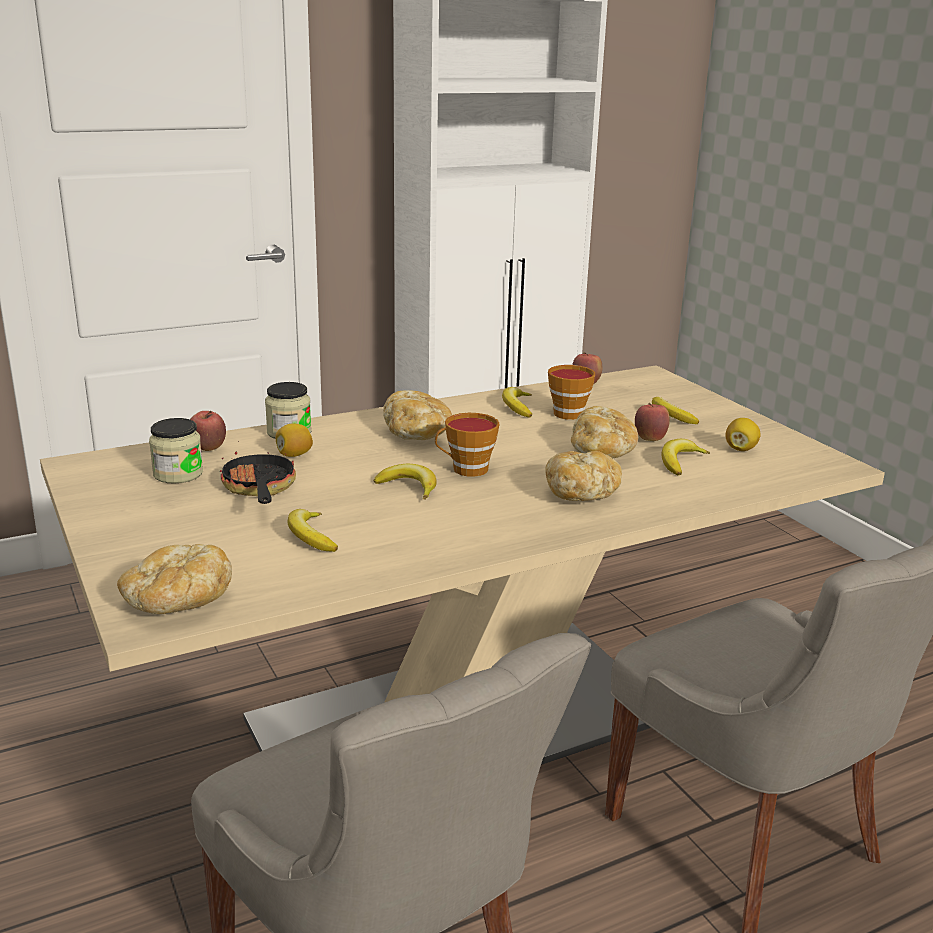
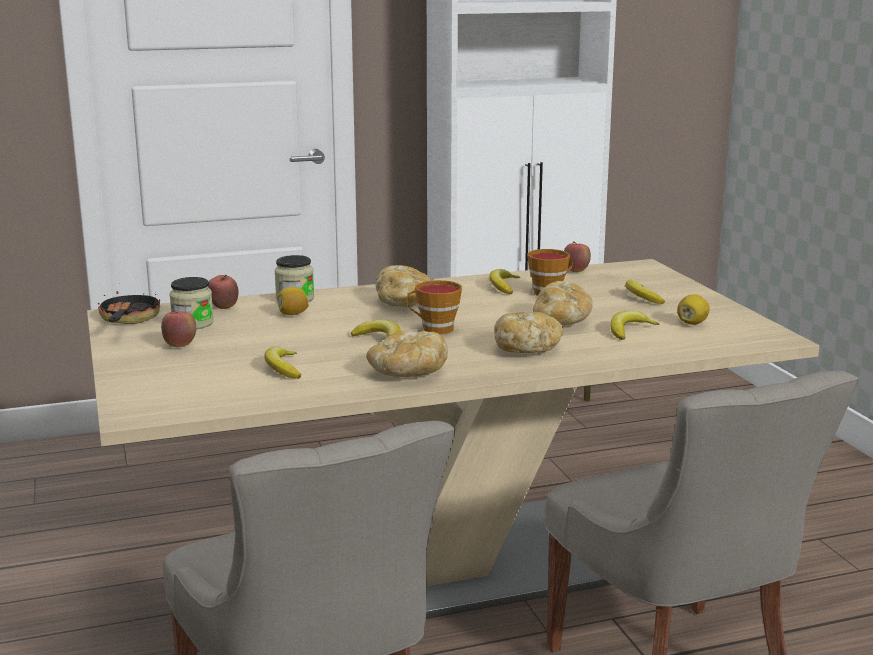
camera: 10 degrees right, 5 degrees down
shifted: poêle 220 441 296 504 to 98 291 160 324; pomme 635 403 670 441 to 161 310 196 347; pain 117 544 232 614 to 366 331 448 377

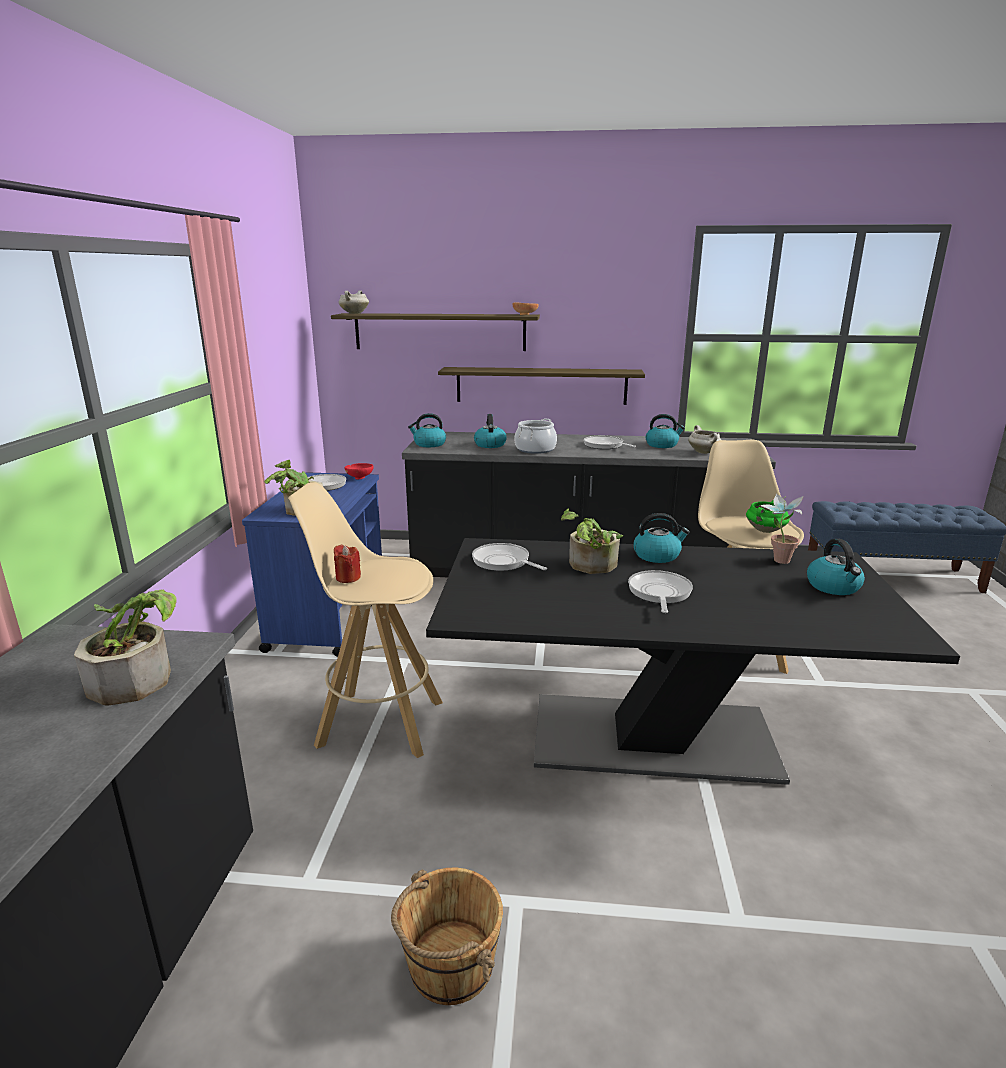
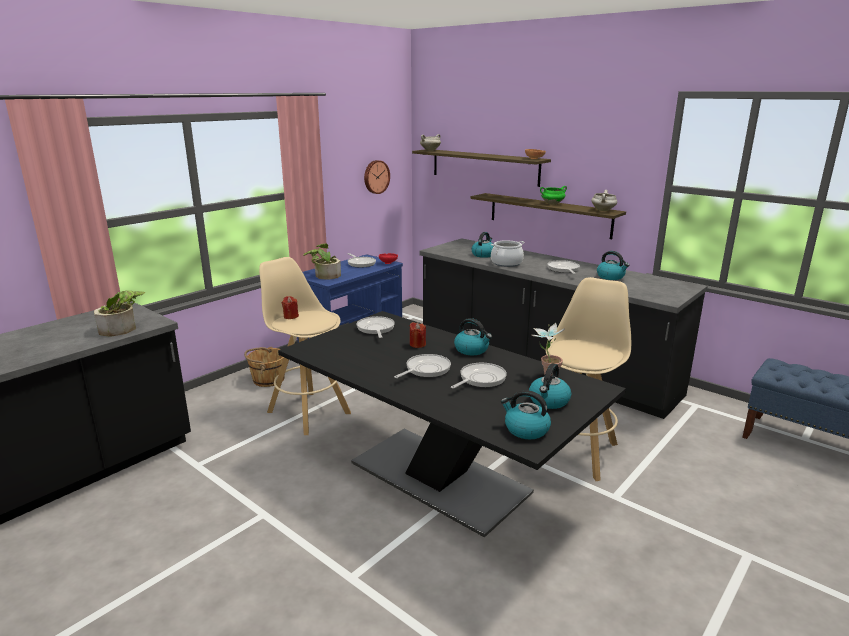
camera: 35 degrees right, 0 degrees up
new: horloge murale 364 160 390 194; poêle 451 363 507 389
shifted: seau [marron] 391 868 503 1005 to 244 347 285 387; bouilloire 408 413 446 447 to 501 390 551 439; marmite [vert] 746 499 789 533 to 540 186 567 205; marmite [blanc] 688 425 721 454 to 591 190 617 211
swapped: plante en pot 561 509 623 574 to bougie [rouge] 409 322 426 348

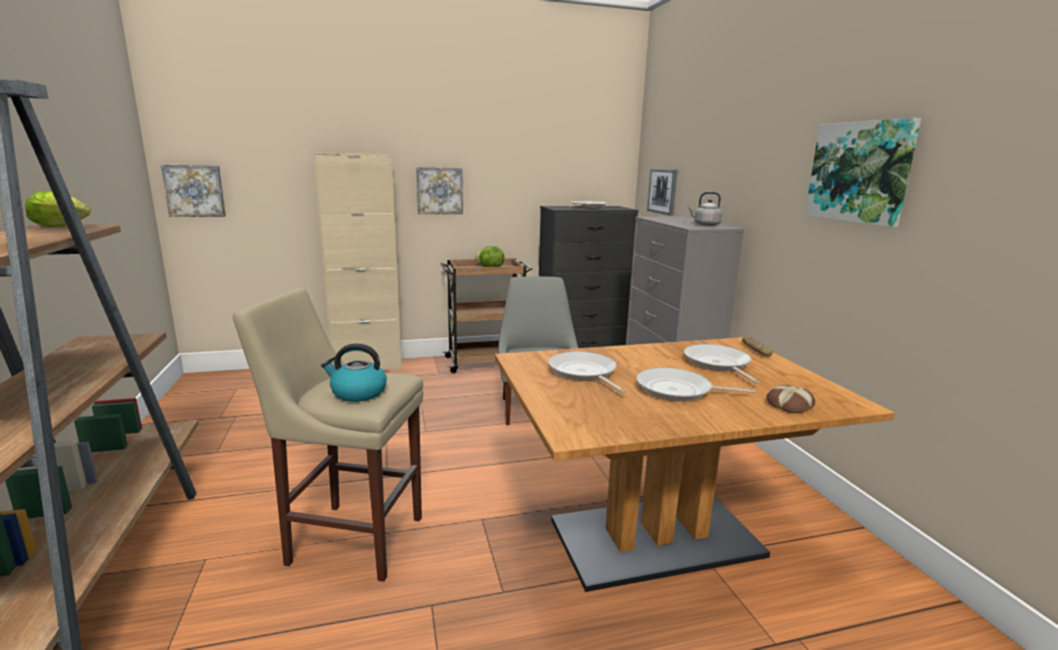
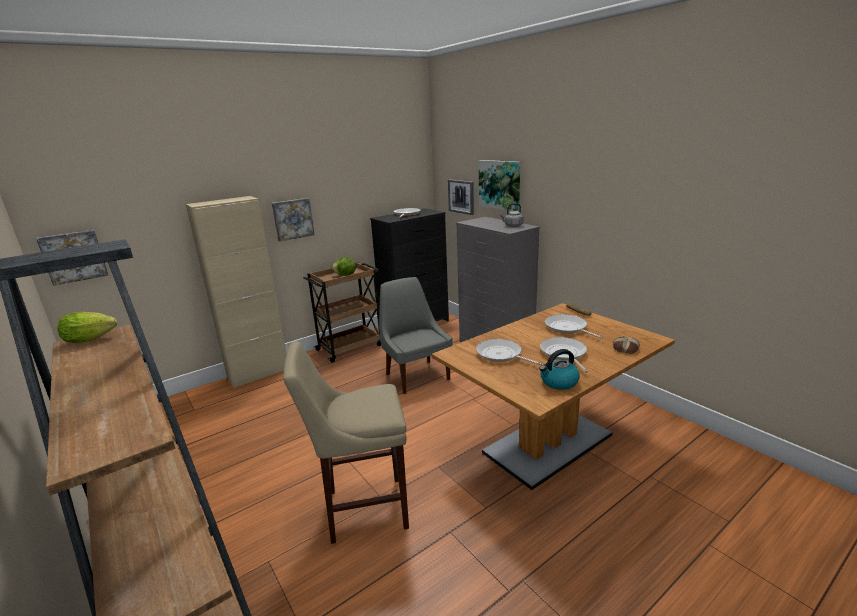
camera: 20 degrees left, 5 degrees up
shifted: tableau 805 118 921 227 to 479 160 520 211; bouilloire 321 344 387 402 to 539 349 580 390
rotated: poêle 637 368 755 402 = 540 337 588 373 90 degrees clockwise

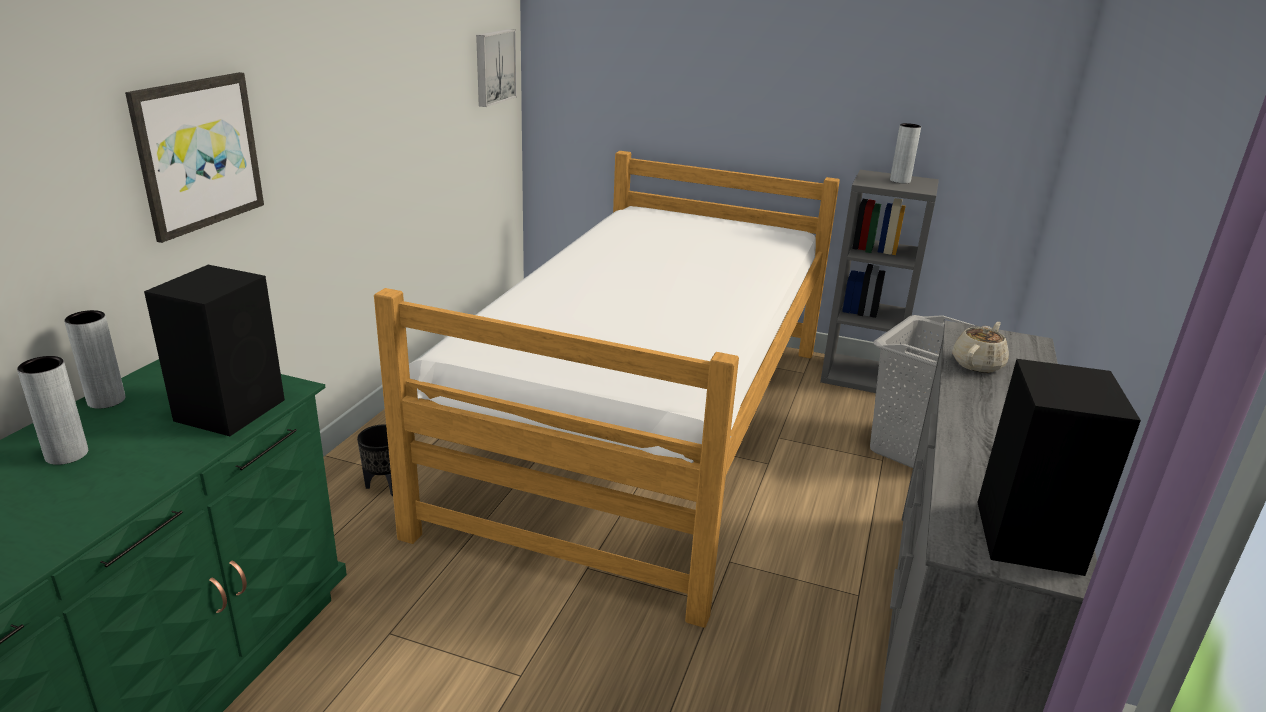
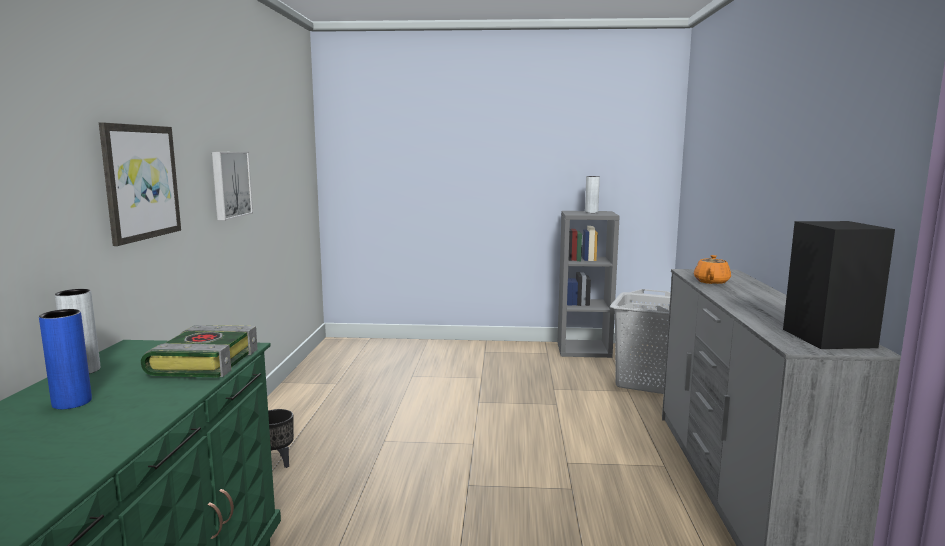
camera: 15 degrees left, 15 degrees down
gone: lit 374 151 840 628
shifted: tableau 476 29 517 107 to 212 152 253 220
swapped: enceinte [noir] 144 265 285 436 to livre 141 325 258 378
repainted: vase [gris] 17 356 88 465 to vase [bleu] 39 309 92 409; théière [beige] 952 322 1009 373 to théière [orange] 694 255 731 284

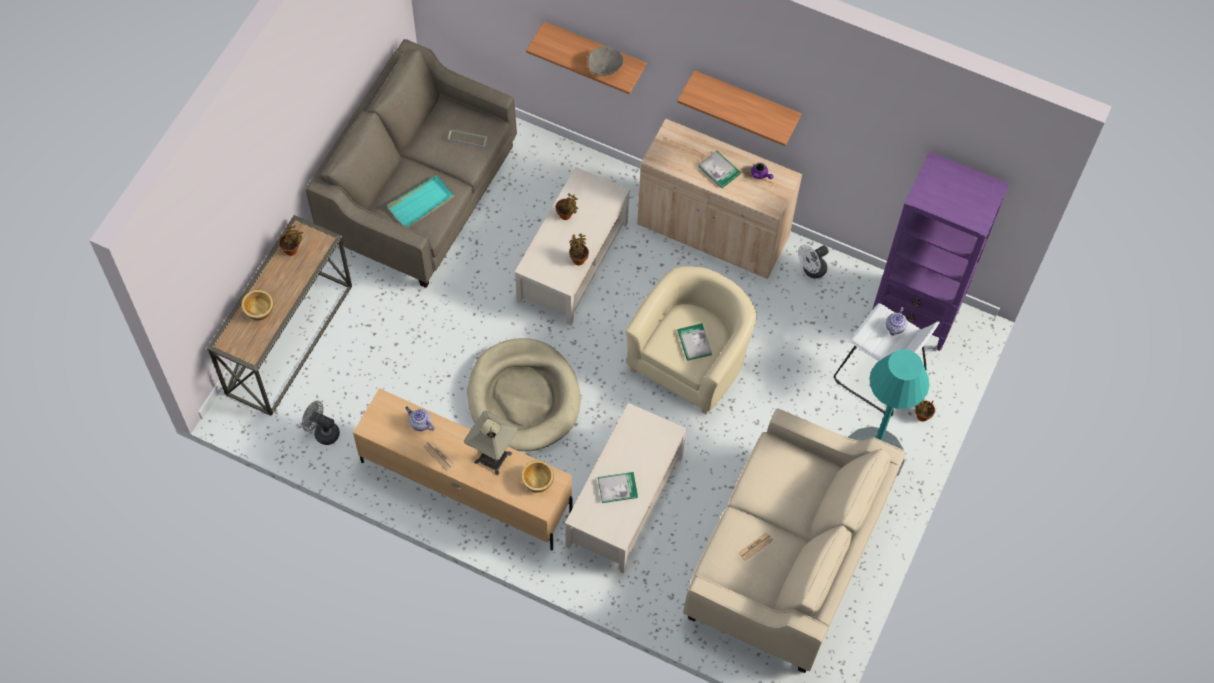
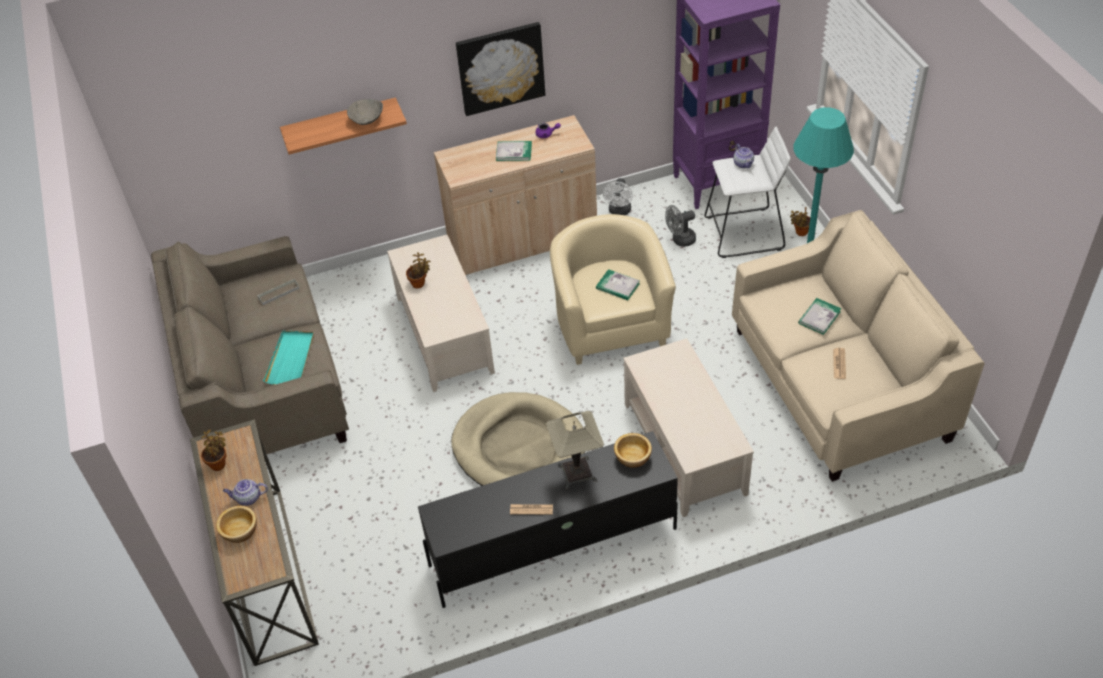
camera: 40 degrees left, 15 degrees down
gone: plante en pot 569 234 589 265
shifted: théière 405 407 434 431 to 223 479 268 506; ventilateur [gris] 302 401 340 445 to 665 205 696 247; livre 598 472 638 503 to 798 298 841 335
swapped: étagère 677 70 802 146 to tableau 456 22 546 116
repainted: meuble télé [beige] 353 388 572 551 to meuble télé [noir] 418 431 678 608

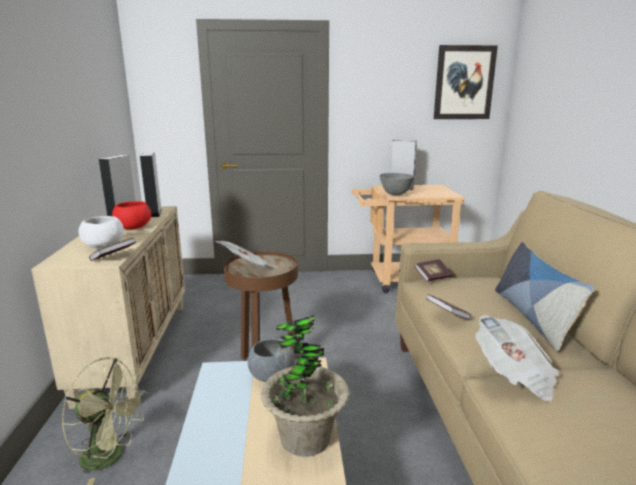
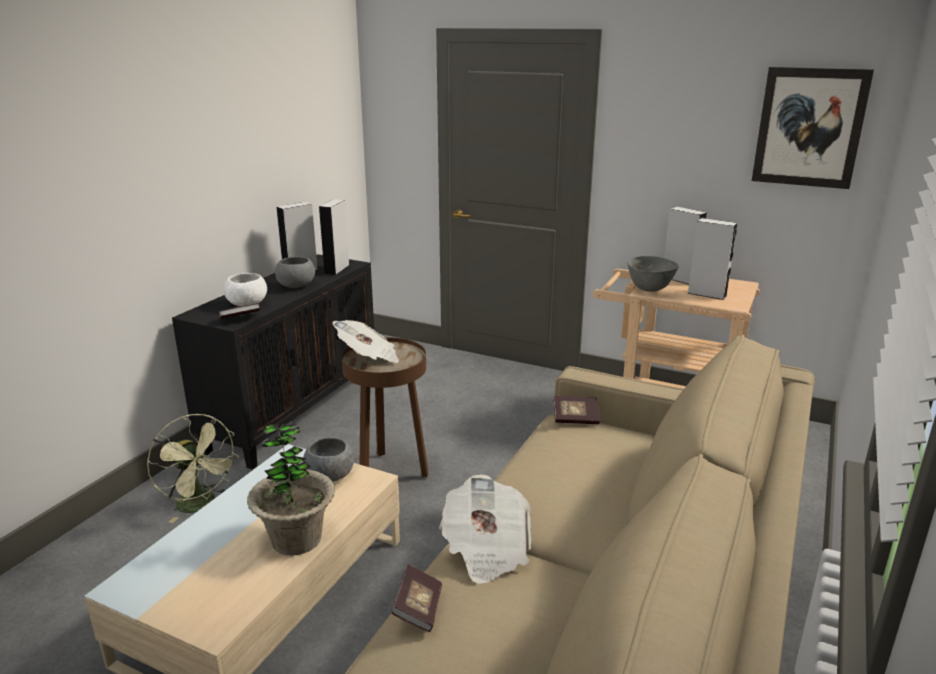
camera: 30 degrees right, 5 degrees up
gone: coussin 495 242 594 351
new: enceinte [gris] 687 218 737 300
shifted: livre 426 294 471 320 to 392 564 442 632
repainted: meuble de rangement [beige] 31 206 185 409 to meuble de rangement [noir] 172 254 374 469; bol [rouge] 112 201 151 229 to bol [gris] 275 257 315 288

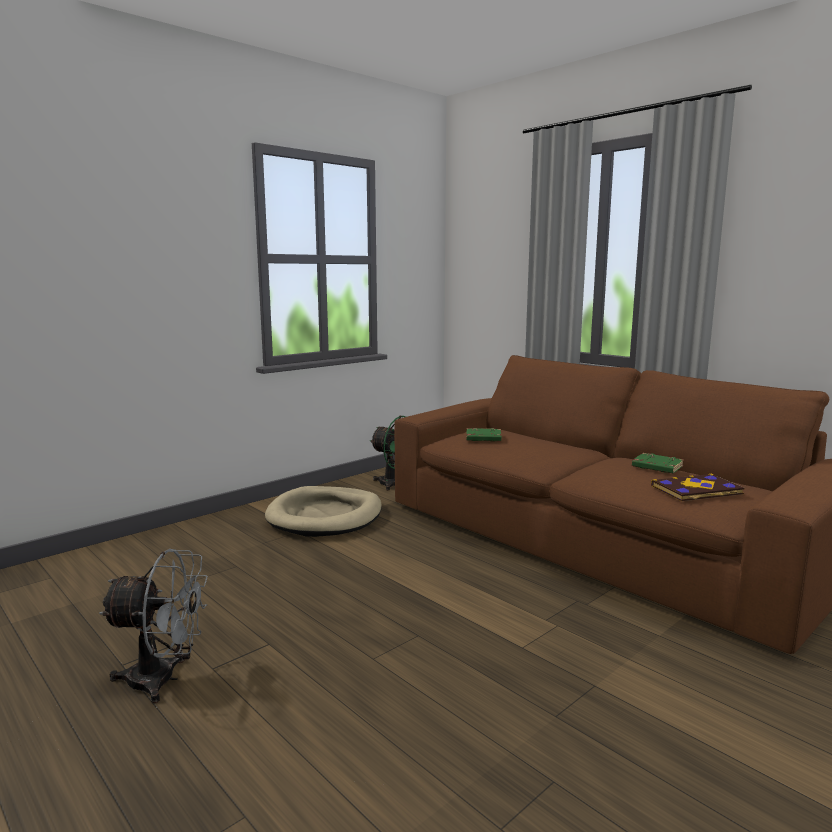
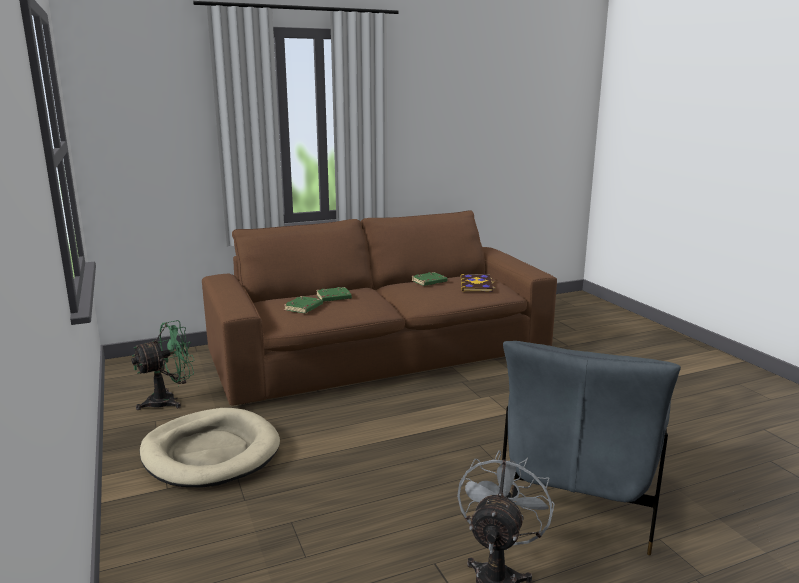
camera: 70 degrees left, 5 degrees up
new: livre [vert] 316 287 352 302; fauteuil [gris] 502 341 681 555

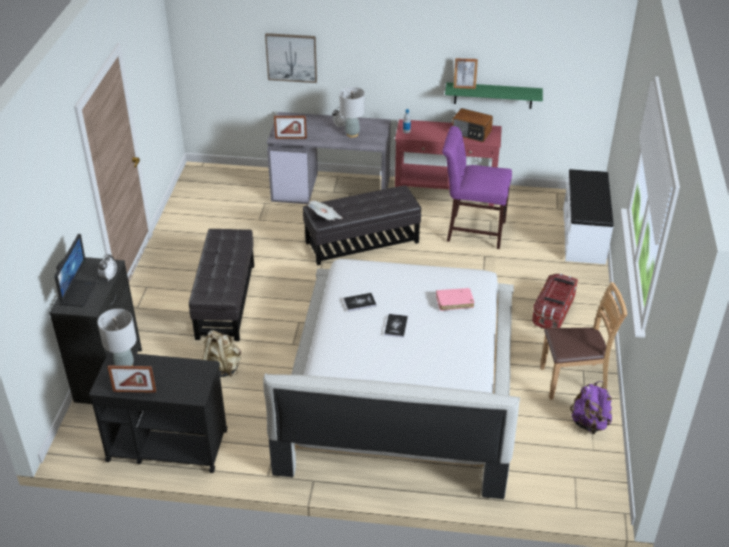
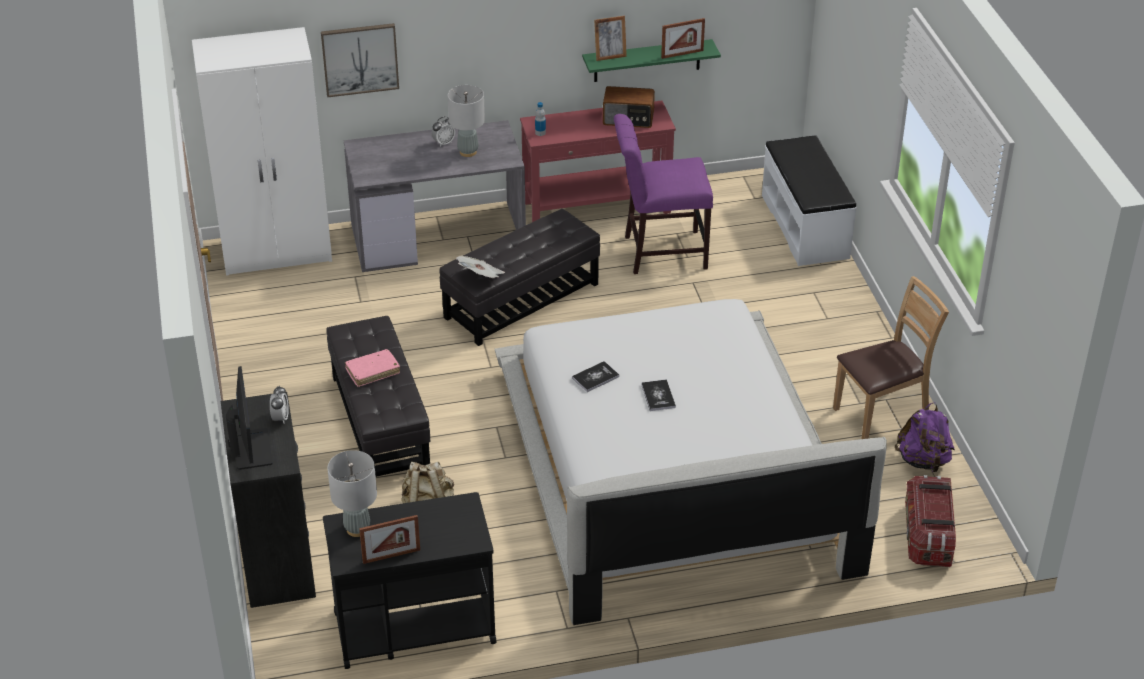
camera: 20 degrees left, 0 degrees up
new: armoire [blanc] 192 27 332 276
shifted: livre [rose] 436 288 475 311 to 345 349 400 387; cadre photo 274 116 307 139 to 661 18 705 59; boîte de rangement 532 274 578 329 to 905 475 956 567

